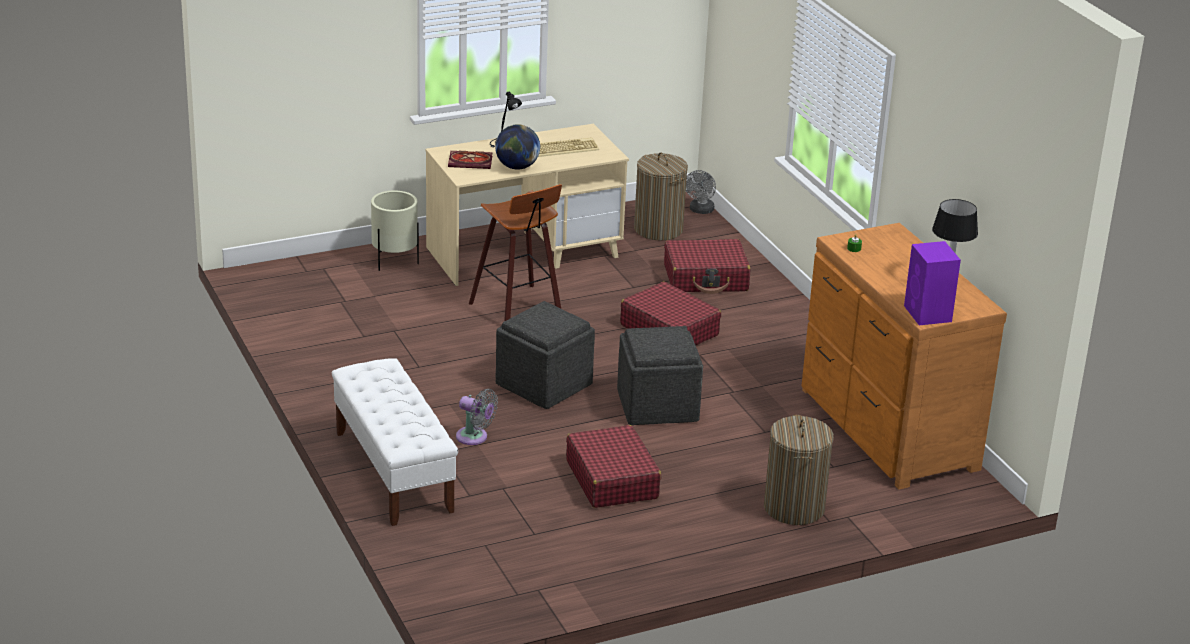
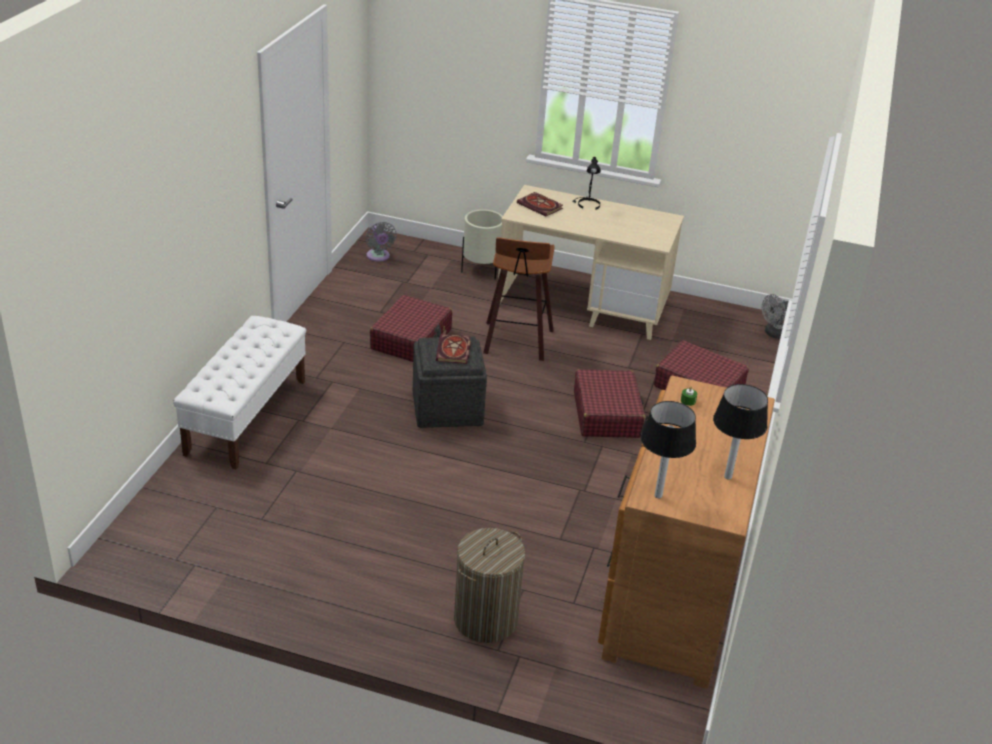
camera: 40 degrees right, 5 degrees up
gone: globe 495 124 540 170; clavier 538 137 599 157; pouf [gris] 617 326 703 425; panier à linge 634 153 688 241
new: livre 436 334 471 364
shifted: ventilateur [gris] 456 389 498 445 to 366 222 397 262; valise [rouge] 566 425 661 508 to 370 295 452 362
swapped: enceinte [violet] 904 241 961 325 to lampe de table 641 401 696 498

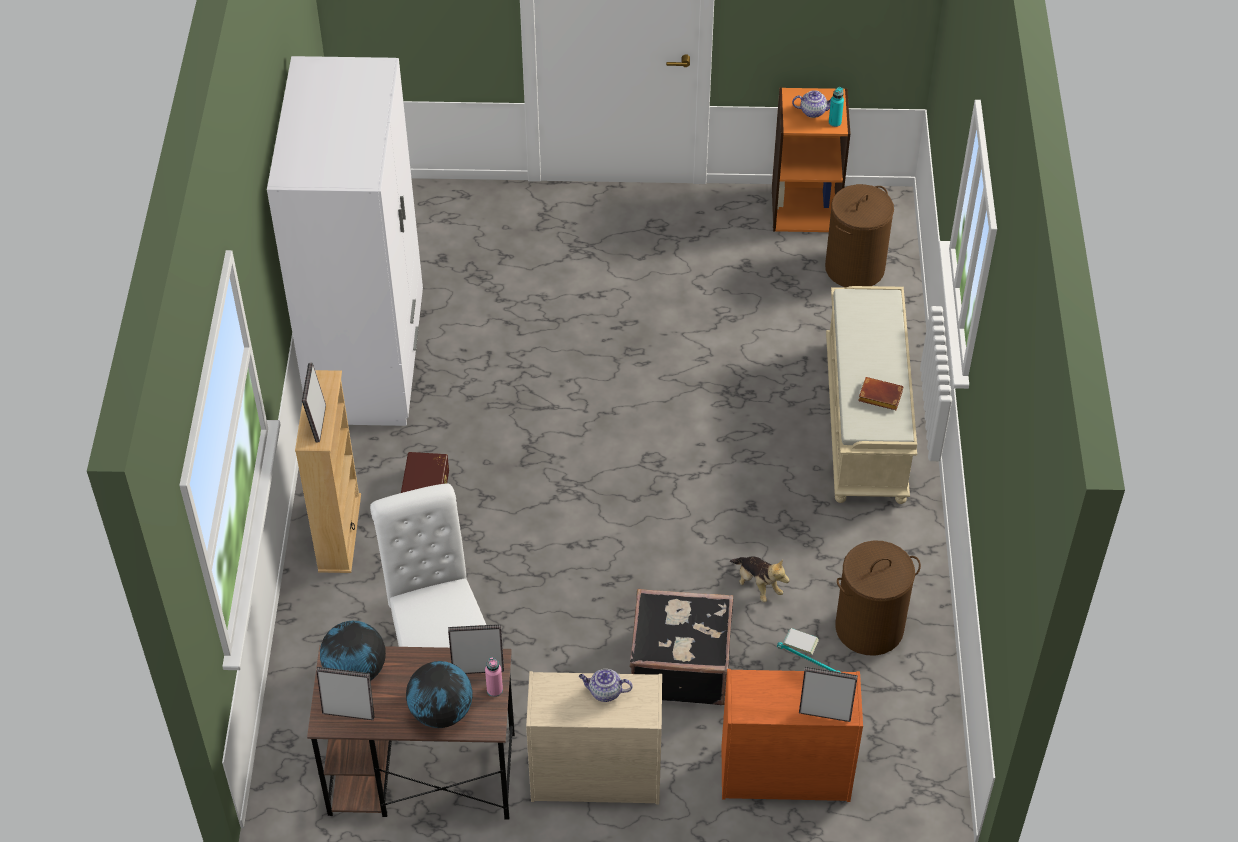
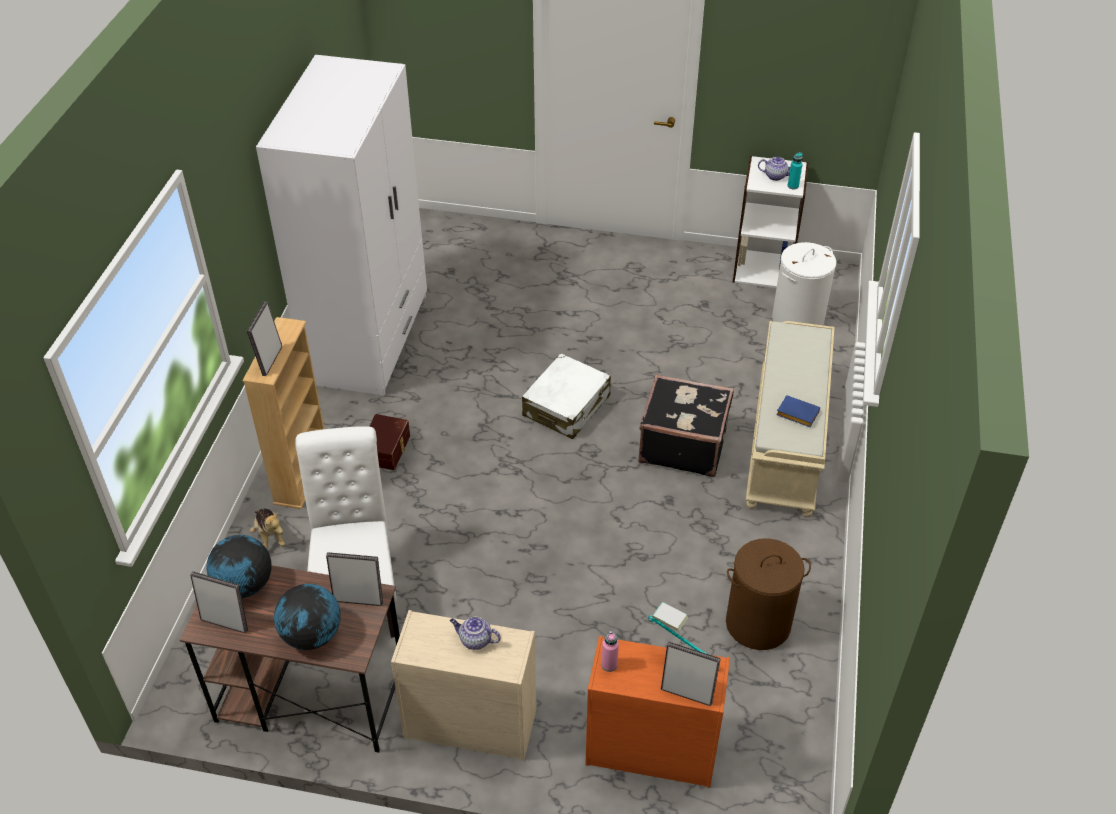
camera: 10 degrees right, 5 degrees down
new: valise [blanc] 522 353 611 439
shifted: peluche 730 556 790 603 to 250 508 285 550; bouteille [rose] 485 657 503 697 to 602 631 619 672; valise [noir] 629 589 733 705 to 638 374 734 477
repainted: bibliothèque [orange] 772 87 851 232 to bibliothèque [blanc] 733 156 809 288; panier à linge [marron] 825 184 894 288 to panier à linge [blanc] 772 242 836 325; livre [marron] 858 377 904 410 to livre [bleu] 776 395 820 427

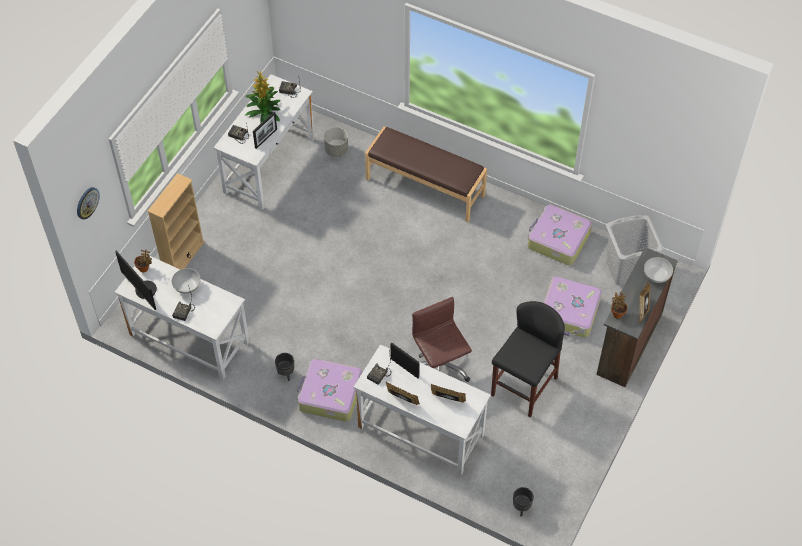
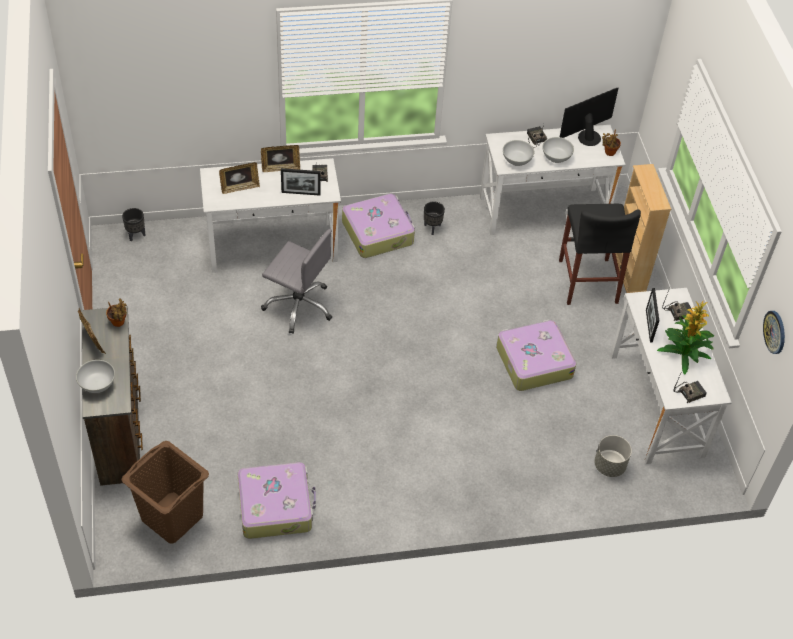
camera: 140 degrees right, 5 degrees down
gone: banc [marron] 365 127 487 223
new: bol [blanc] 503 140 534 166
shifted: valise 544 276 602 338 to 496 319 576 391; tabouret [noir] 491 301 565 417 to 559 204 641 305; horloge murale 77 187 100 220 to 763 311 785 354
repainted: panier à linge [gris] 606 215 663 285 to panier à linge [marron] 121 441 209 544; chaise de bureau [marron] 412 297 472 382 to chaise de bureau [gris] 261 229 332 334
rotated: écran d'ordinateur 115 251 157 310 = 560 88 619 146 45 degrees counterclockwise

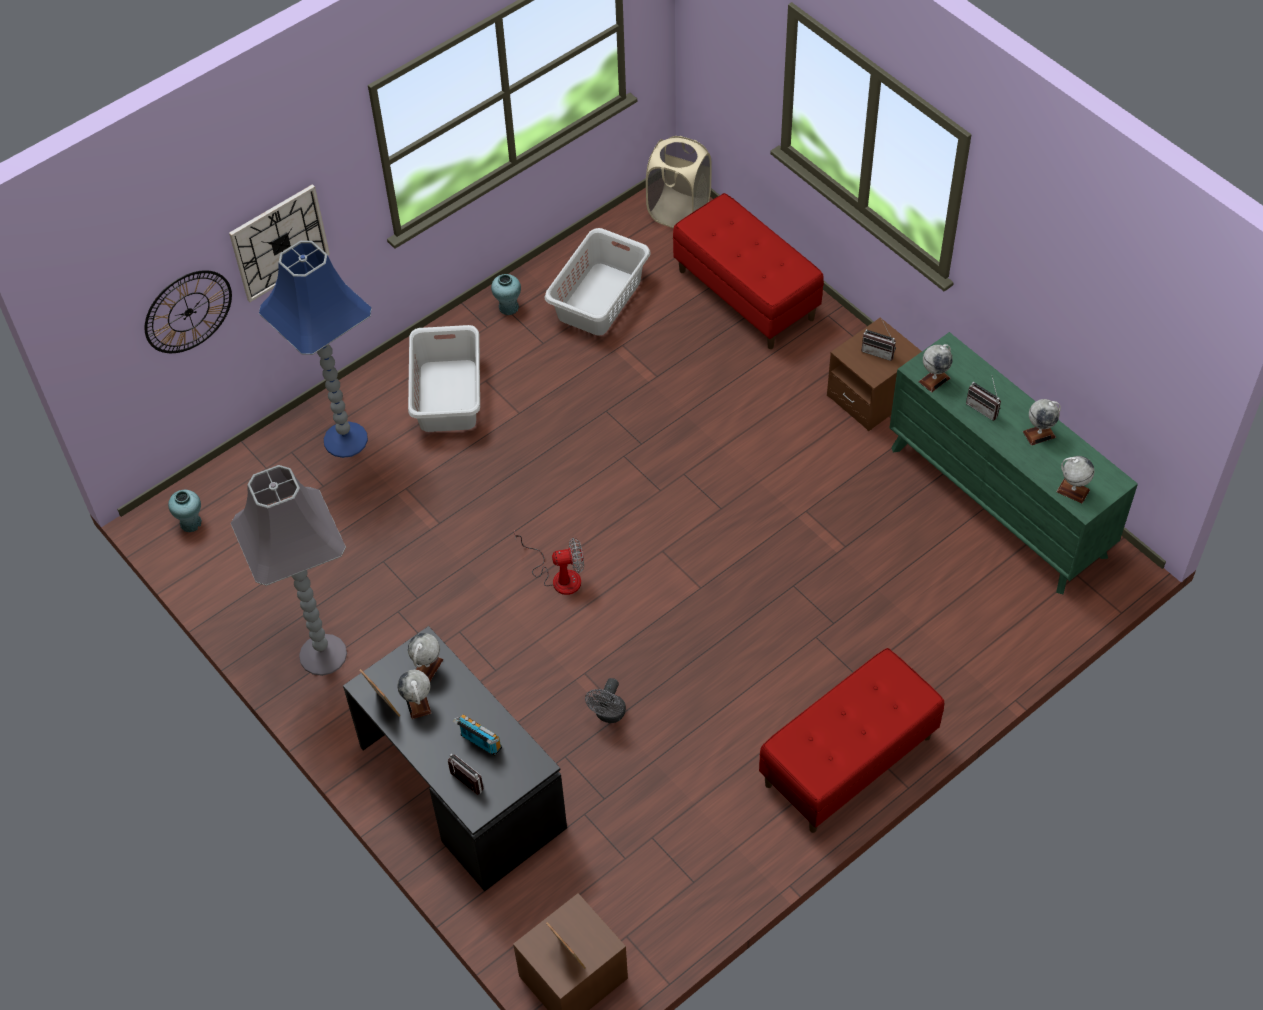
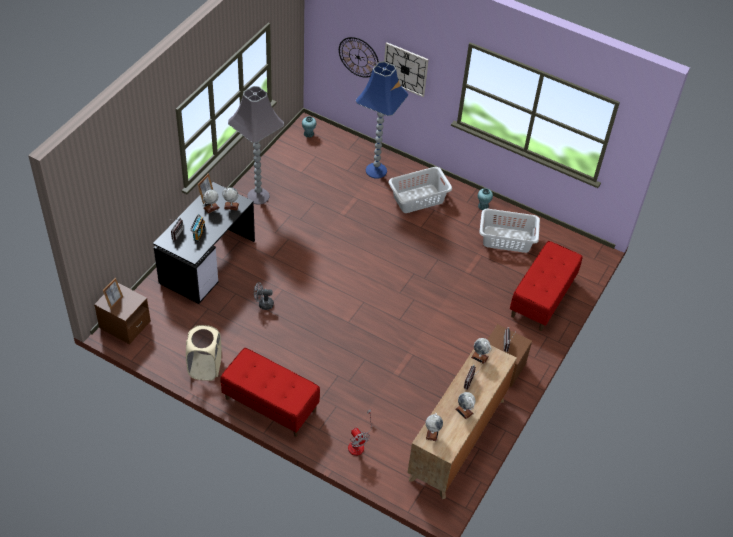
camera: 65 degrees right, 5 degrees down
shifted: panier à linge [beige] 646 136 712 228 to 186 325 222 381; ventilateur 514 530 584 595 to 348 409 372 456
repainted: commode [vert] 889 332 1138 594 to commode [marron] 407 345 517 499

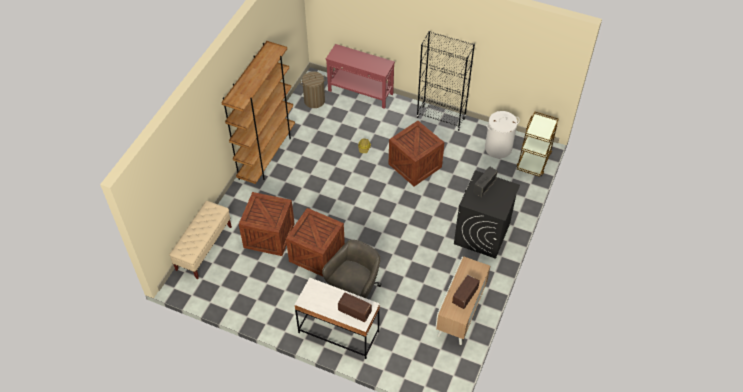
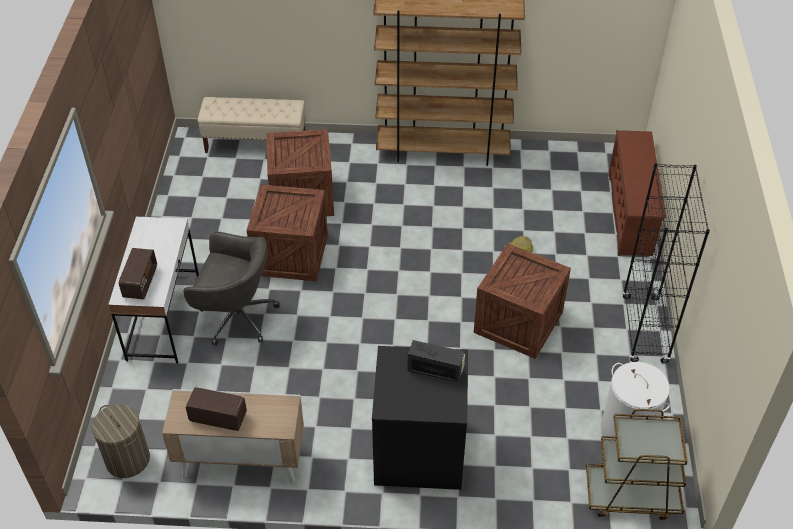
camera: 70 degrees right, 5 degrees down
shifted: panier à linge 300 71 326 108 to 92 404 150 478
swapped: table console [rouge] 326 44 395 109 to étagère à chaussures [marron] 608 130 666 256

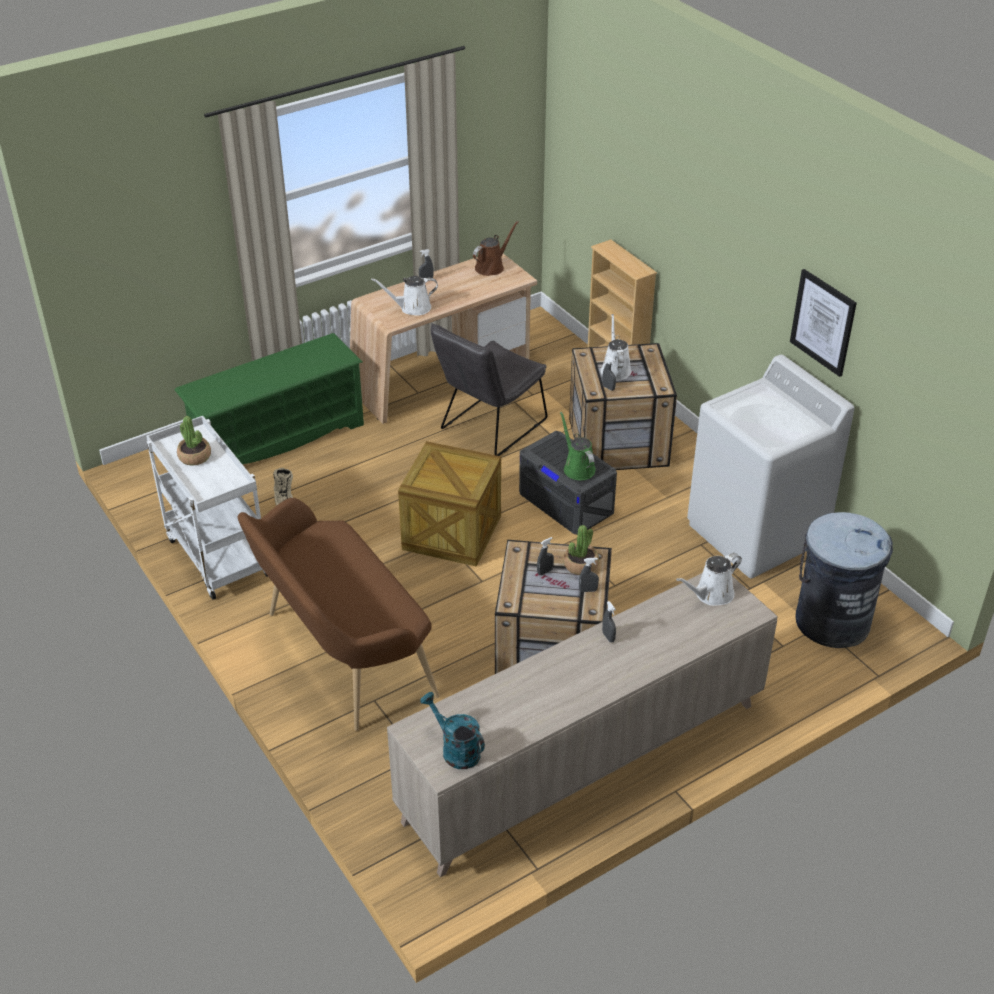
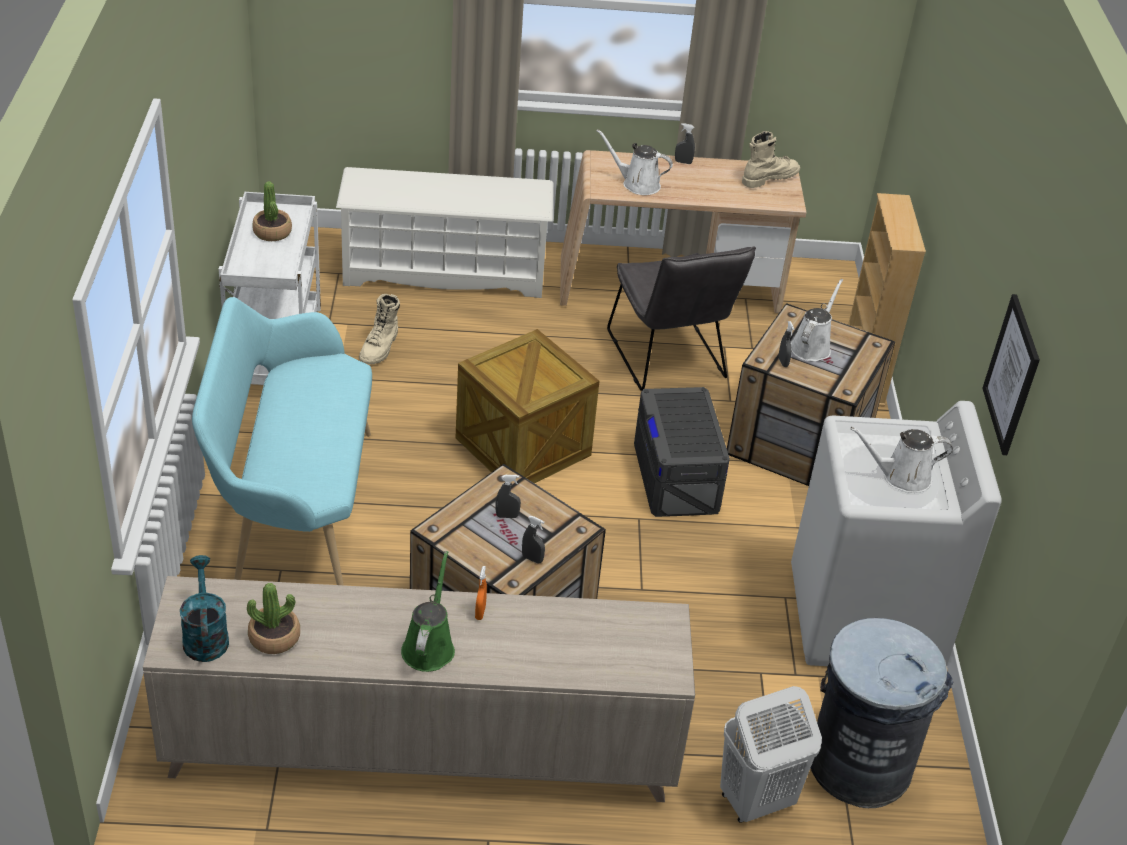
camera: 30 degrees right, 0 degrees up
new: panier à linge [blanc] 720 686 822 823
shifted: plante en pot 563 525 599 575 to 247 583 300 654; arrosoir [vert] 560 412 596 480 to 401 551 455 672; arrosoir [blanc] 676 553 742 606 to 850 427 953 493
swapped: arrosoir [marron] 473 221 519 276 to botte [beige] 742 131 800 188
repainted: banc [marron] 238 498 439 731 to banc [turquoise] 192 297 372 585; étagère à chaussures [vert] 175 333 364 464 to étagère à chaussures [blanc] 336 167 553 298; vaporisateur [gris] 602 601 616 642 to vaporisateur [orange] 475 566 487 620
rotated: chaise [gris] 431 323 547 456 = 607 246 756 391 90 degrees counterclockwise

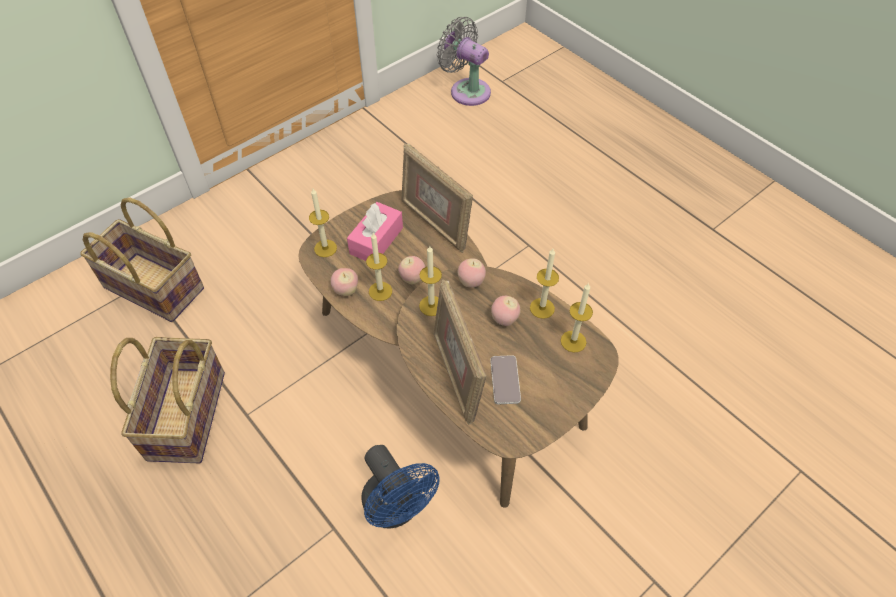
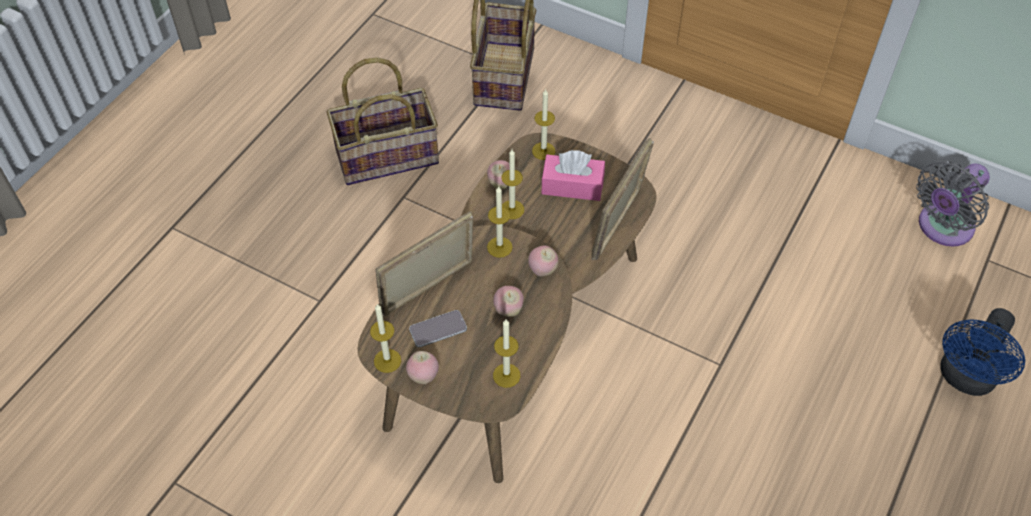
camera: 70 degrees right, 0 degrees up
shifted: bougie 530 249 559 319 to 370 303 401 373; pomme 398 256 426 284 to 406 351 439 384; ventilateur [bleu] 361 445 439 529 to 940 308 1025 396
rotated: ventilateur [gris] 437 17 491 106 = 916 161 990 247 150 degrees counterclockwise

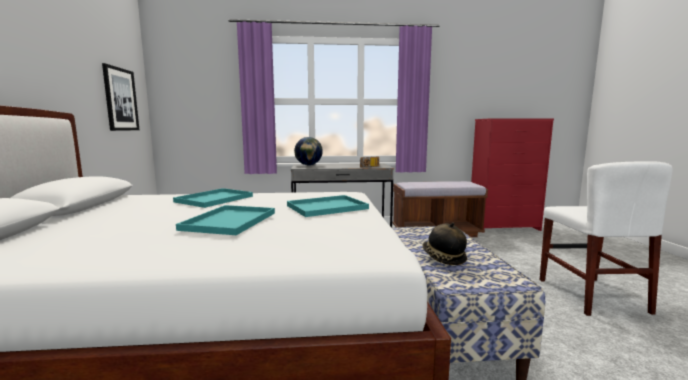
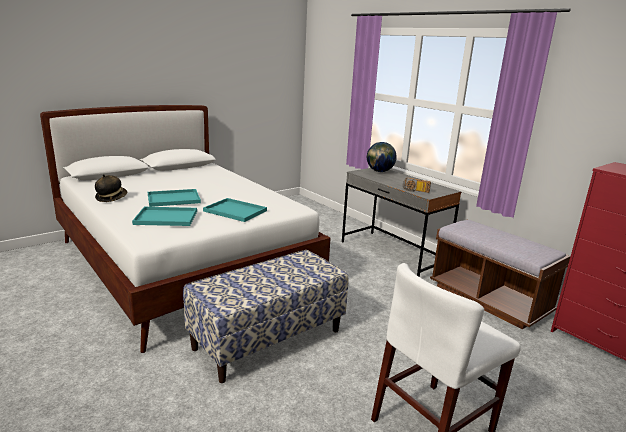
camera: 55 degrees right, 10 degrees up
gone: tableau 102 63 139 131
shifted: chapeau 422 223 467 265 to 95 174 127 202; plateau [turquoise] 173 188 253 208 to 132 207 197 226

